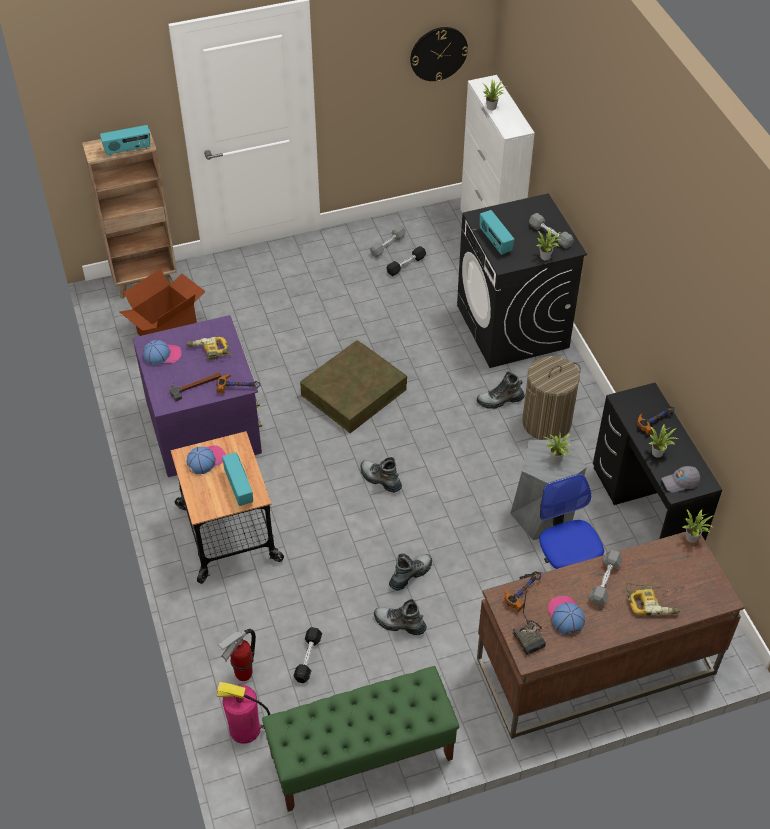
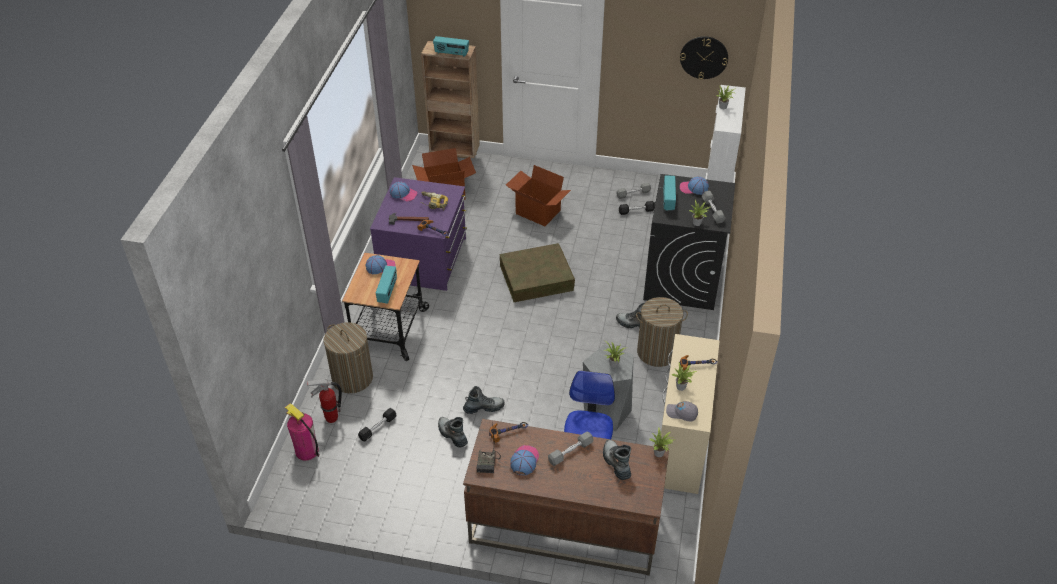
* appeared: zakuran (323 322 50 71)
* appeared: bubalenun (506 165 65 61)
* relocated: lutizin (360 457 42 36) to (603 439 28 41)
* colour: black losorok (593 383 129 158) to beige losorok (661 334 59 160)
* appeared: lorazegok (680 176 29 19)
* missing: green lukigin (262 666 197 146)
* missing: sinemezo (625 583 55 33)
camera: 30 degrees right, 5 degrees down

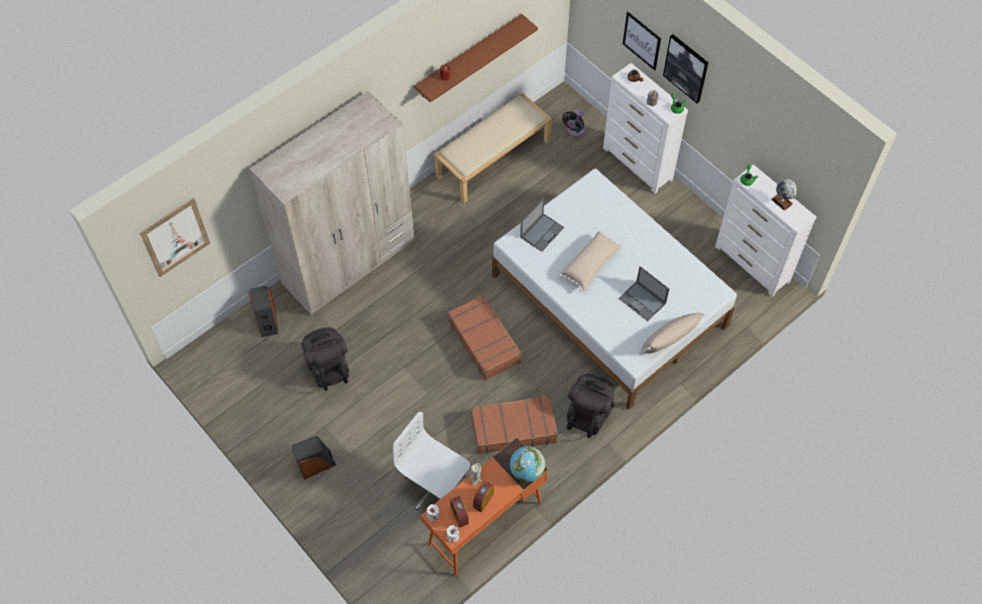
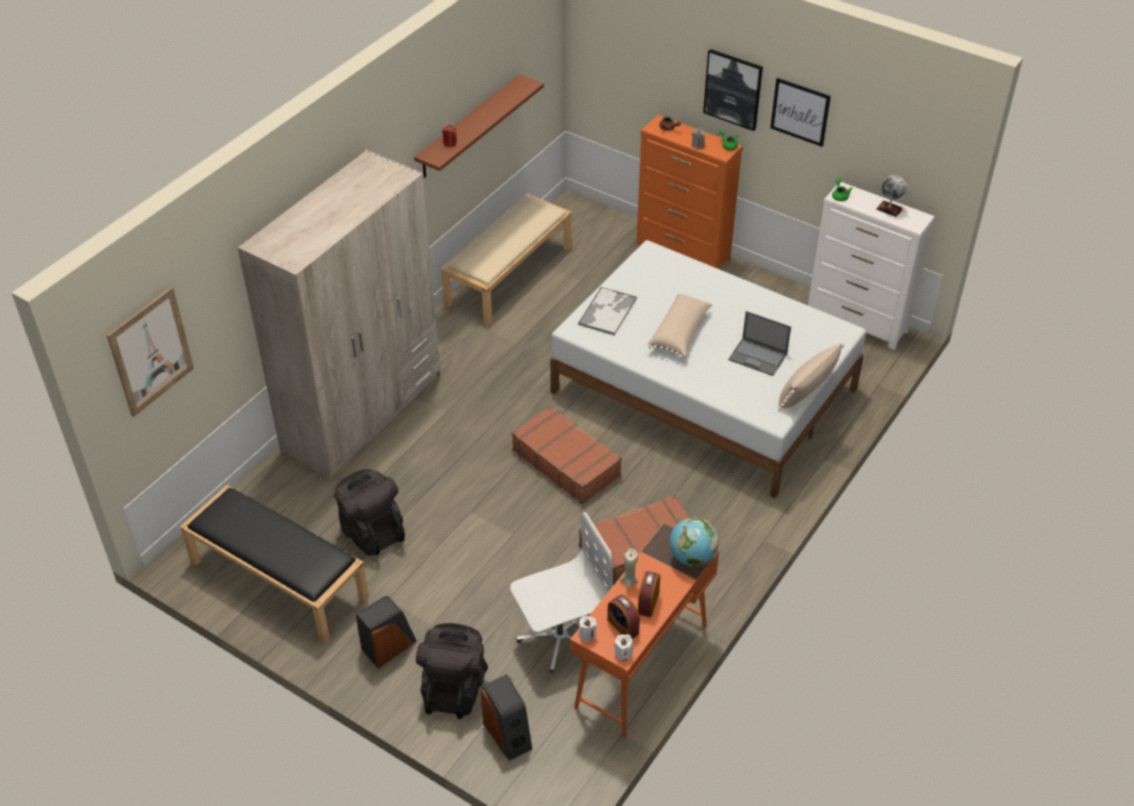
* appeared: black lukigin (180 485 189 158)
* relocated: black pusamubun (567 374 48 64) to (416 623 72 96)
* relocated: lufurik (249 285 29 52) to (481 674 51 87)
* spun: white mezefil (392 412 78 98) = (510 512 103 161) 135 degrees clockwise
* exchanged: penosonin (520 198 44 54) to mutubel (578 286 59 50)
* colour: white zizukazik (603 63 85 131) to orange zizukazik (636 115 107 154)
* relocated: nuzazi (623 12 38 58) to (770 78 61 69)
* missing: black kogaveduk (562 109 23 27)
camera: 15 degrees left, 15 degrees down

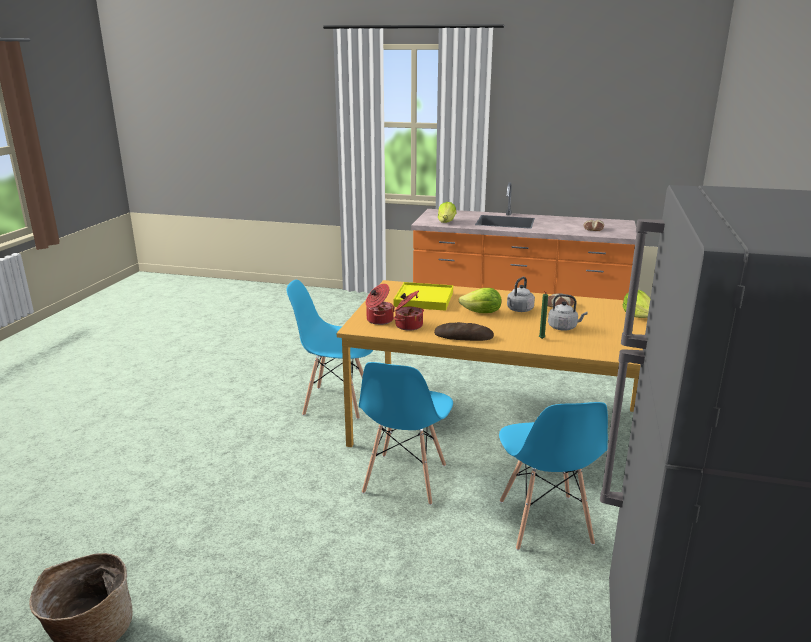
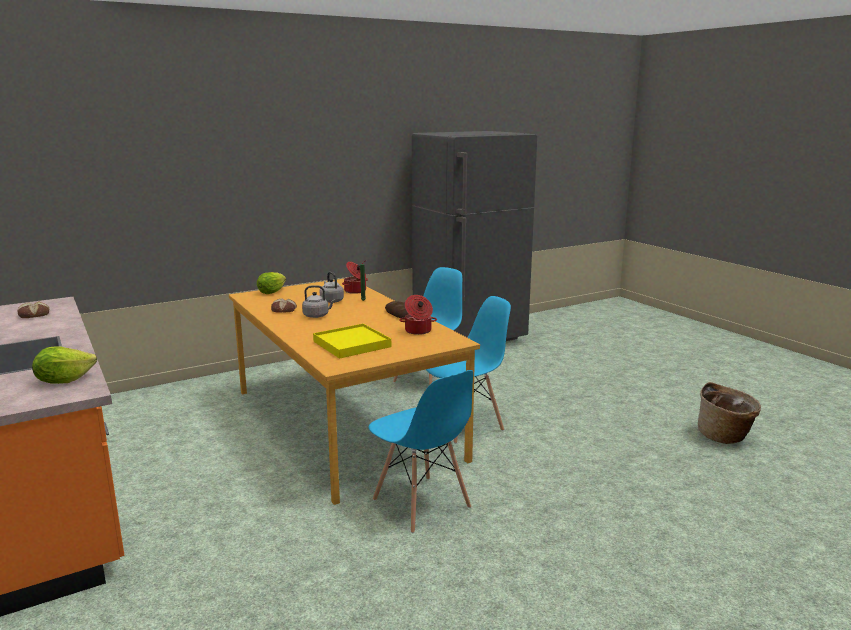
* relocated: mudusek (366 284 29 41) to (342 262 26 32)
* missing: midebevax (459 288 43 25)
camera: 135 degrees left, 5 degrees down

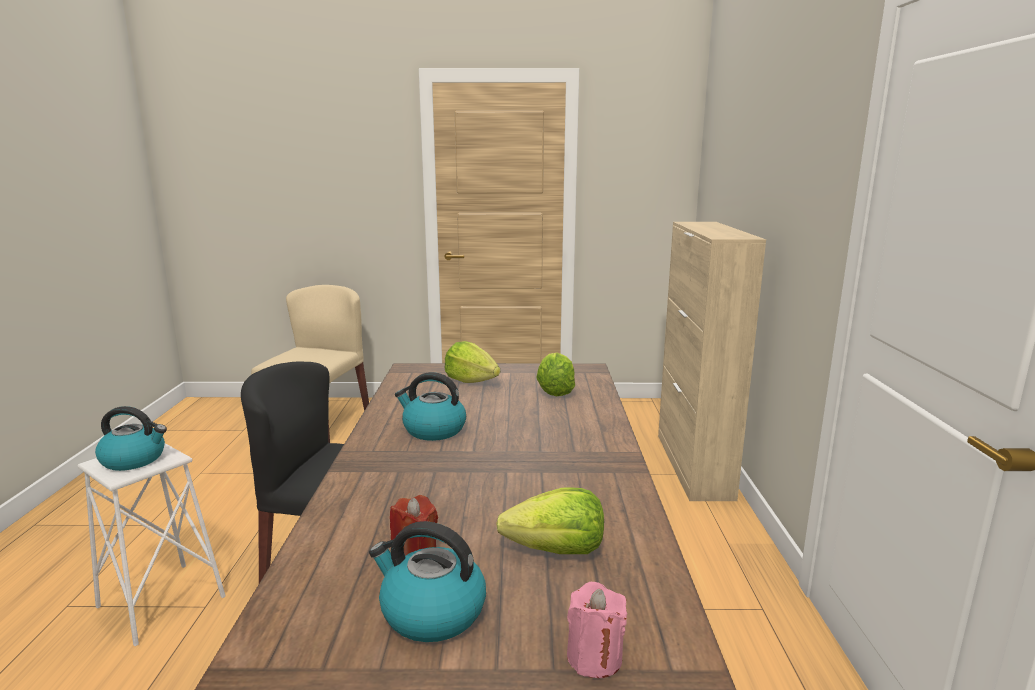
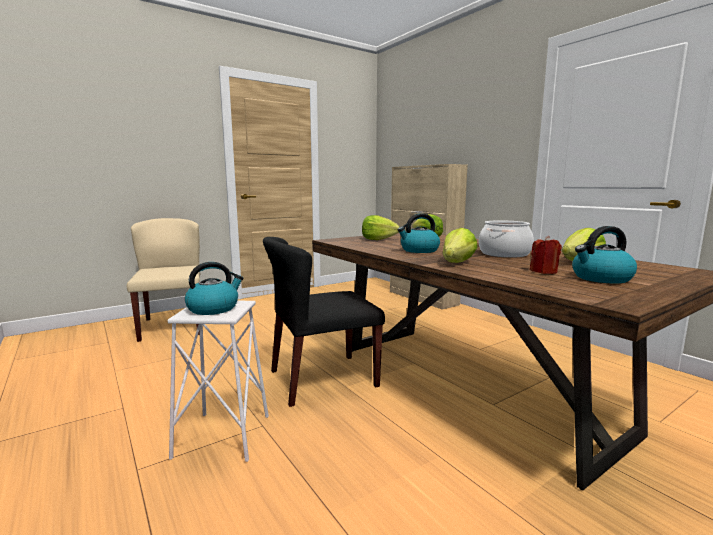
* appeared: midebevax (443 228 35 35)
* appeared: mudusek (479 220 55 38)
* missing: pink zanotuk (567 582 60 96)
camera: 35 degrees left, 5 degrees down

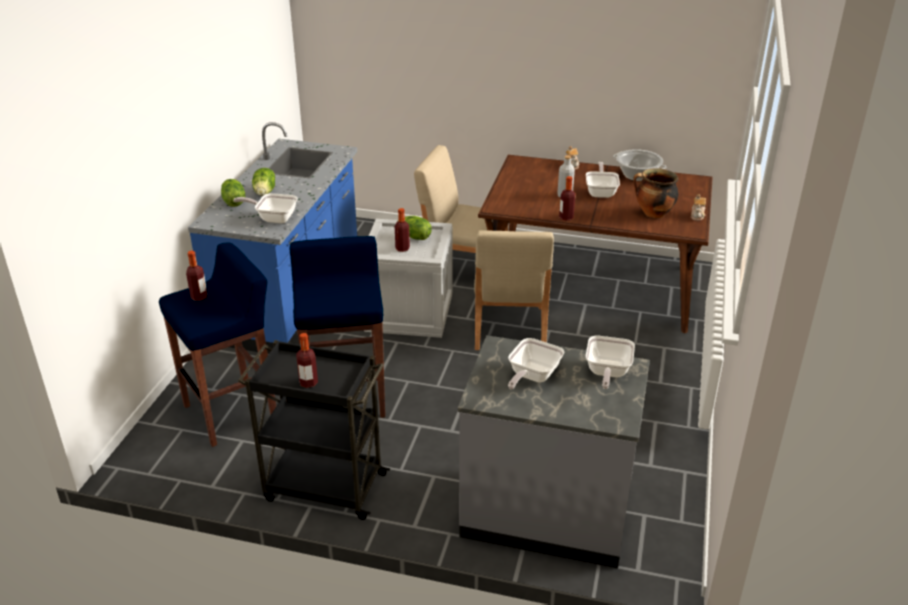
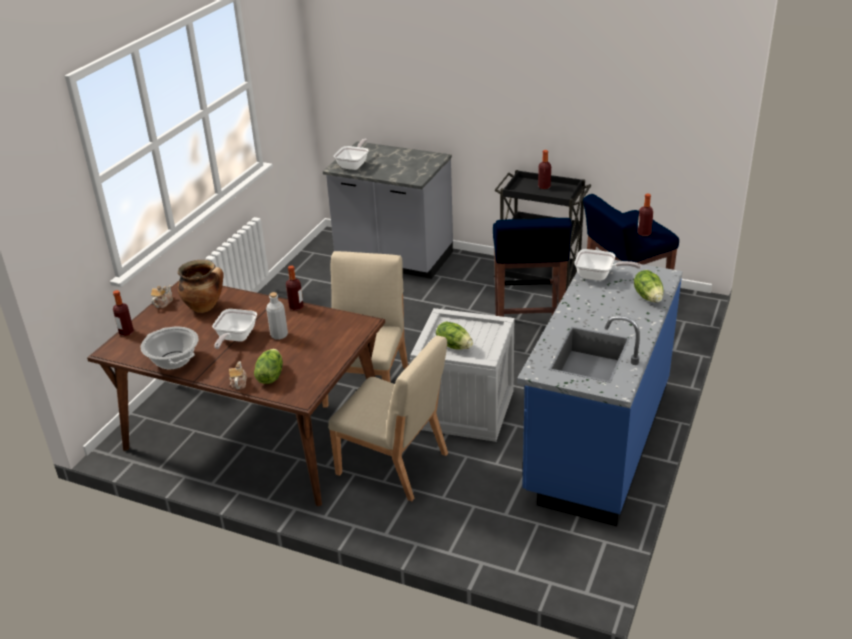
* relocated: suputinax (395 208 15 44) to (113 290 21 46)
* relocated: midebevax (252 168 23 28) to (254 349 29 35)
* missing: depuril (508 338 56 52)
camera: 170 degrees left, 0 degrees up

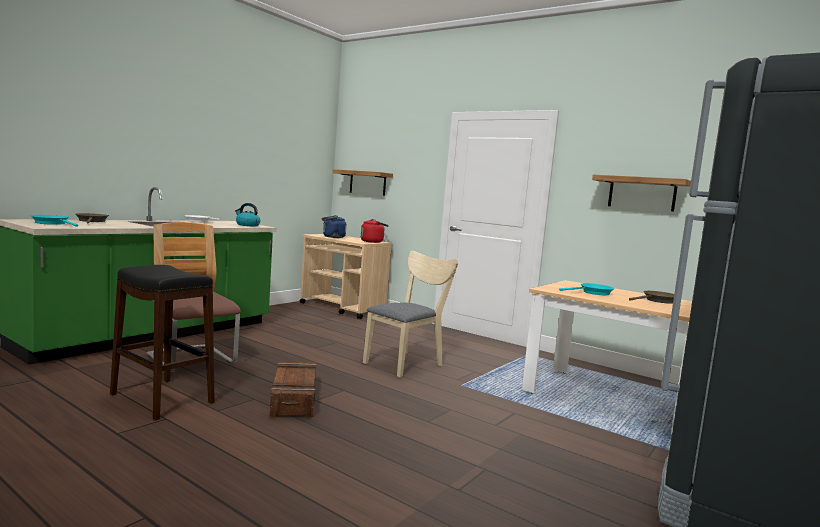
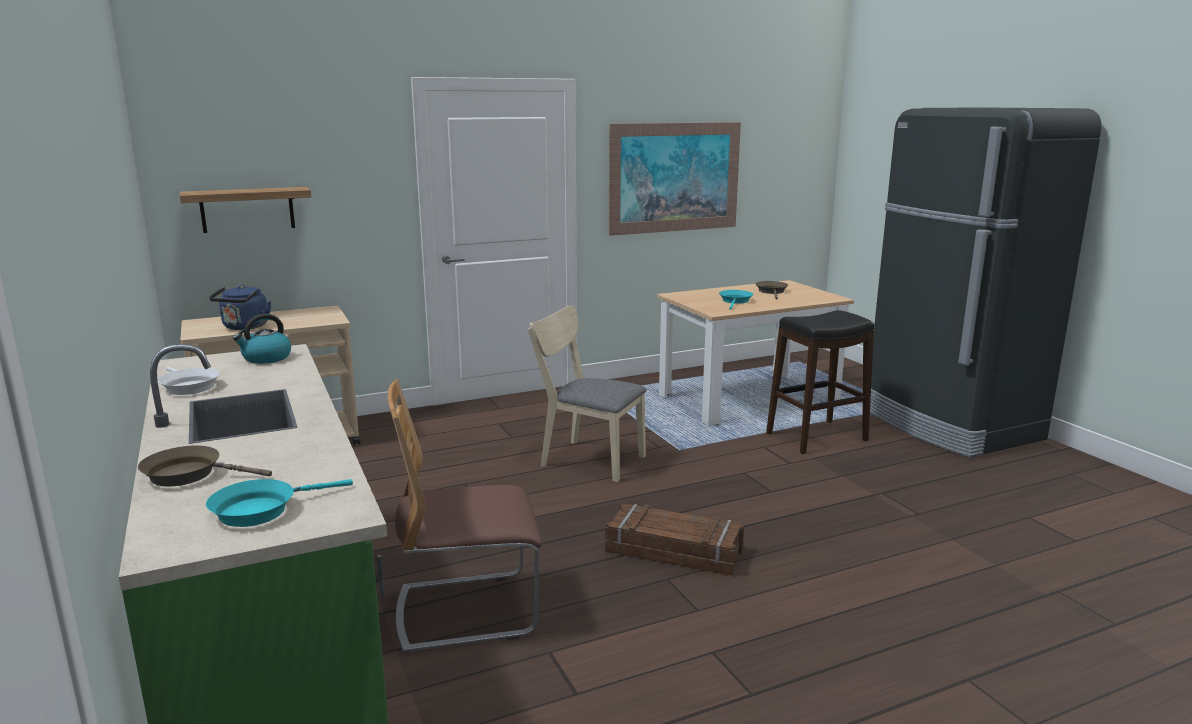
* spun: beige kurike (363 251 95 126) = (528 305 118 177) 45 degrees counterclockwise
* exchanged: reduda (592 175 99 36) to nuzazi (609 122 132 114)
* relocated: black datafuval (110 265 105 155) to (766 310 108 144)
* missing: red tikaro (360 219 29 24)
camera: 60 degrees left, 10 degrees up

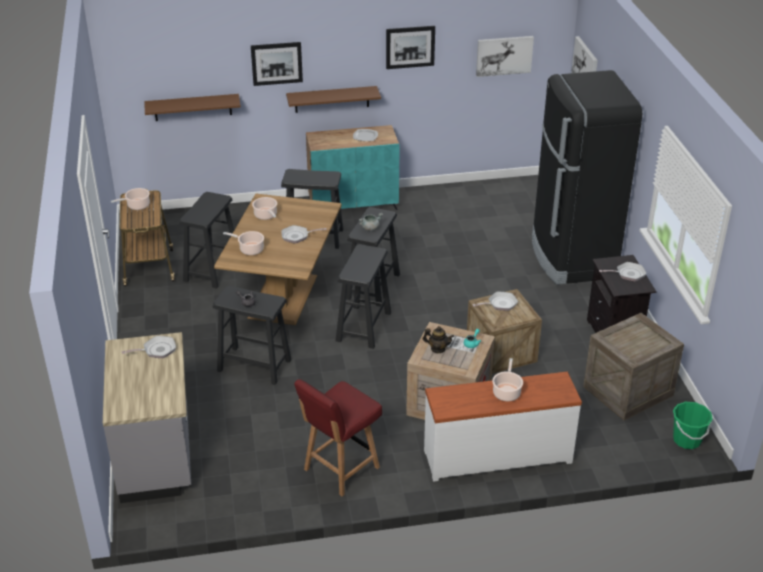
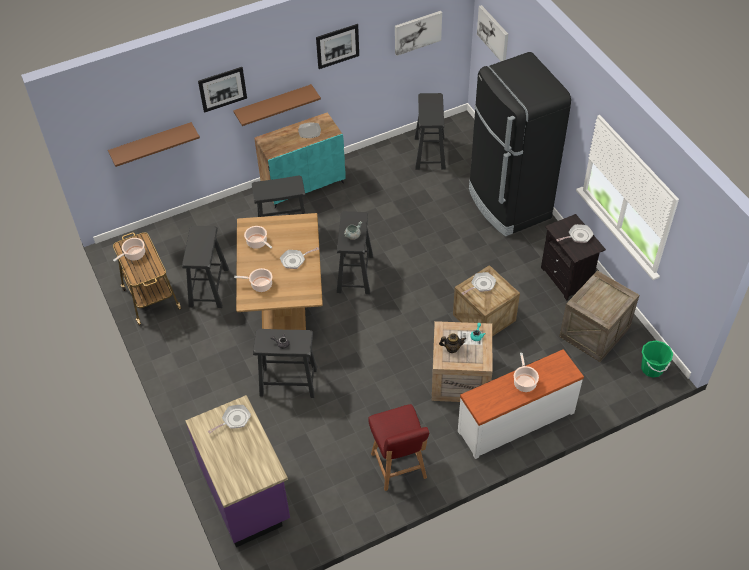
* colour: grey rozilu (103 332 88 171) to purple rozilu (185 395 105 152)
* spun: red kurike (294 379 88 117) = (368 404 61 87) 45 degrees counterclockwise
* relocated: black datafuval (335 244 56 105) to (415 93 31 77)
camera: 15 degrees left, 15 degrees up

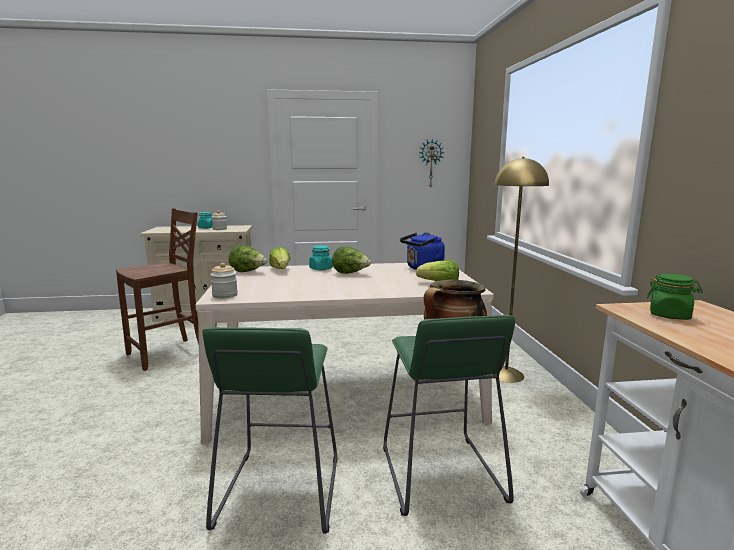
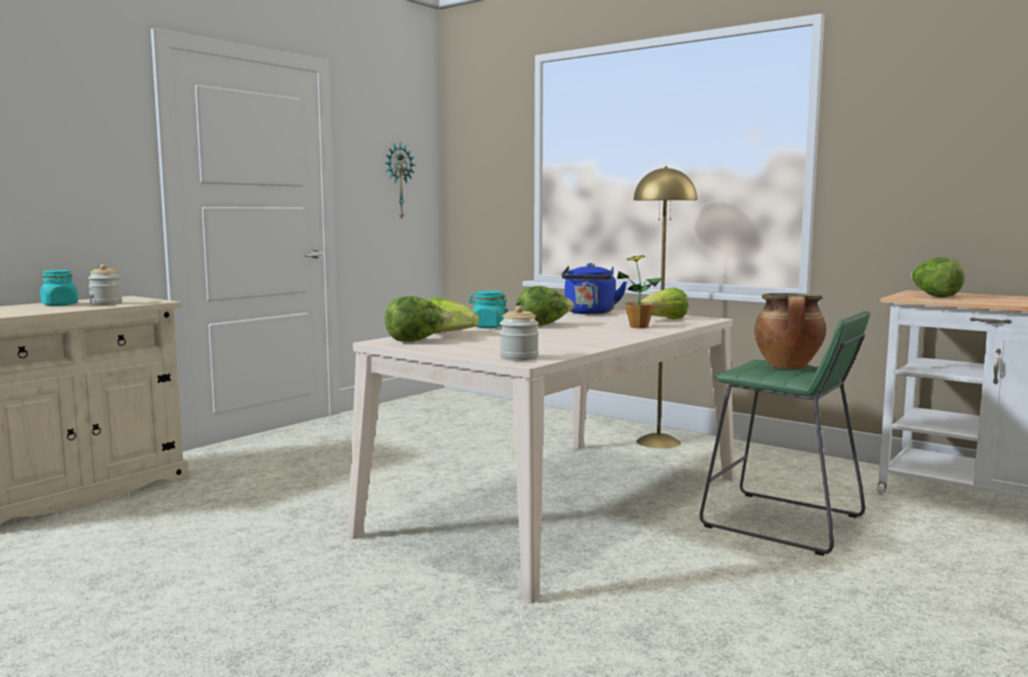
* appeared: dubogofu (617 255 45 73)
* exchanged: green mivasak (646 274 57 46) to midebevax (910 257 55 41)
* missing: brown kurike (116 208 83 163)
* missing: green datafuval (202 327 135 207)
camera: 45 degrees left, 5 degrees down

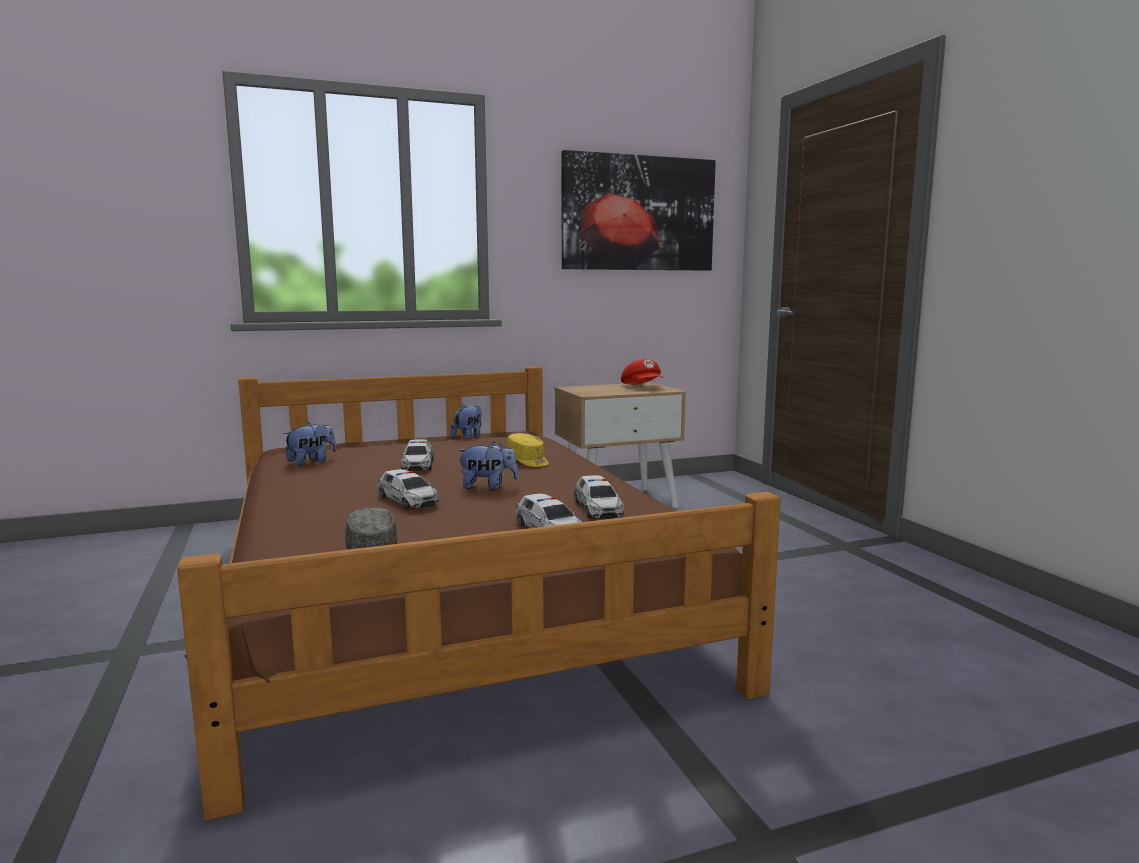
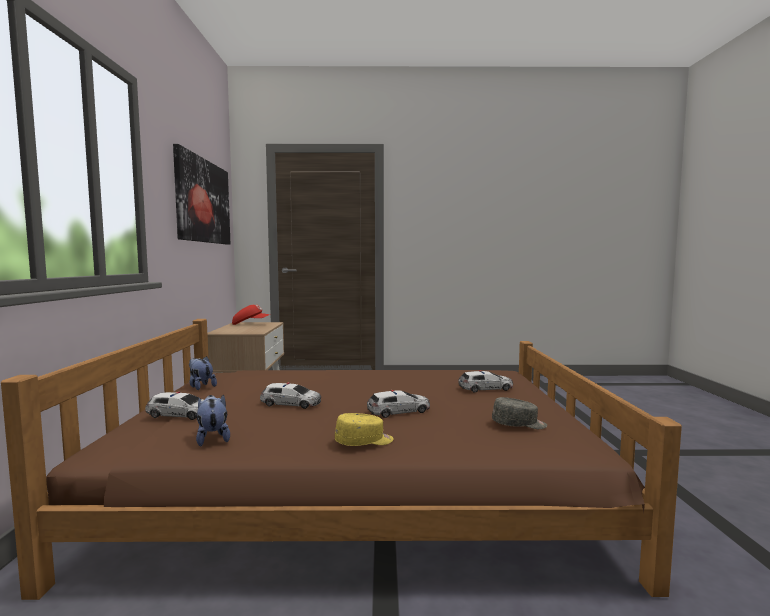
* relocated: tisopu (574 475 50 44) to (145 391 59 29)
* relocated: yellow lorazegok (506 433 43 34) to (335 413 58 33)
* missing: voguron (457 441 62 49)
camera: 70 degrees left, 5 degrees down

